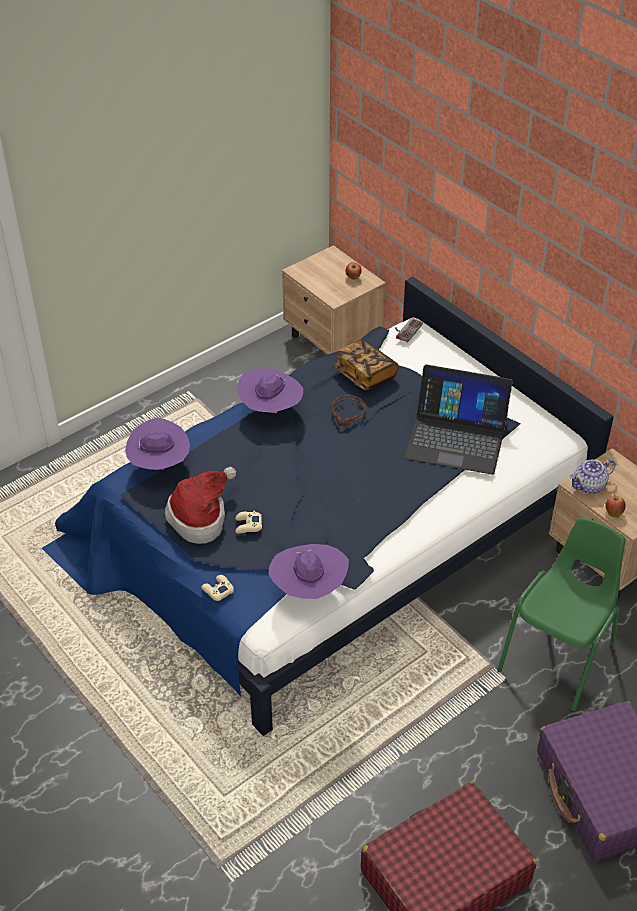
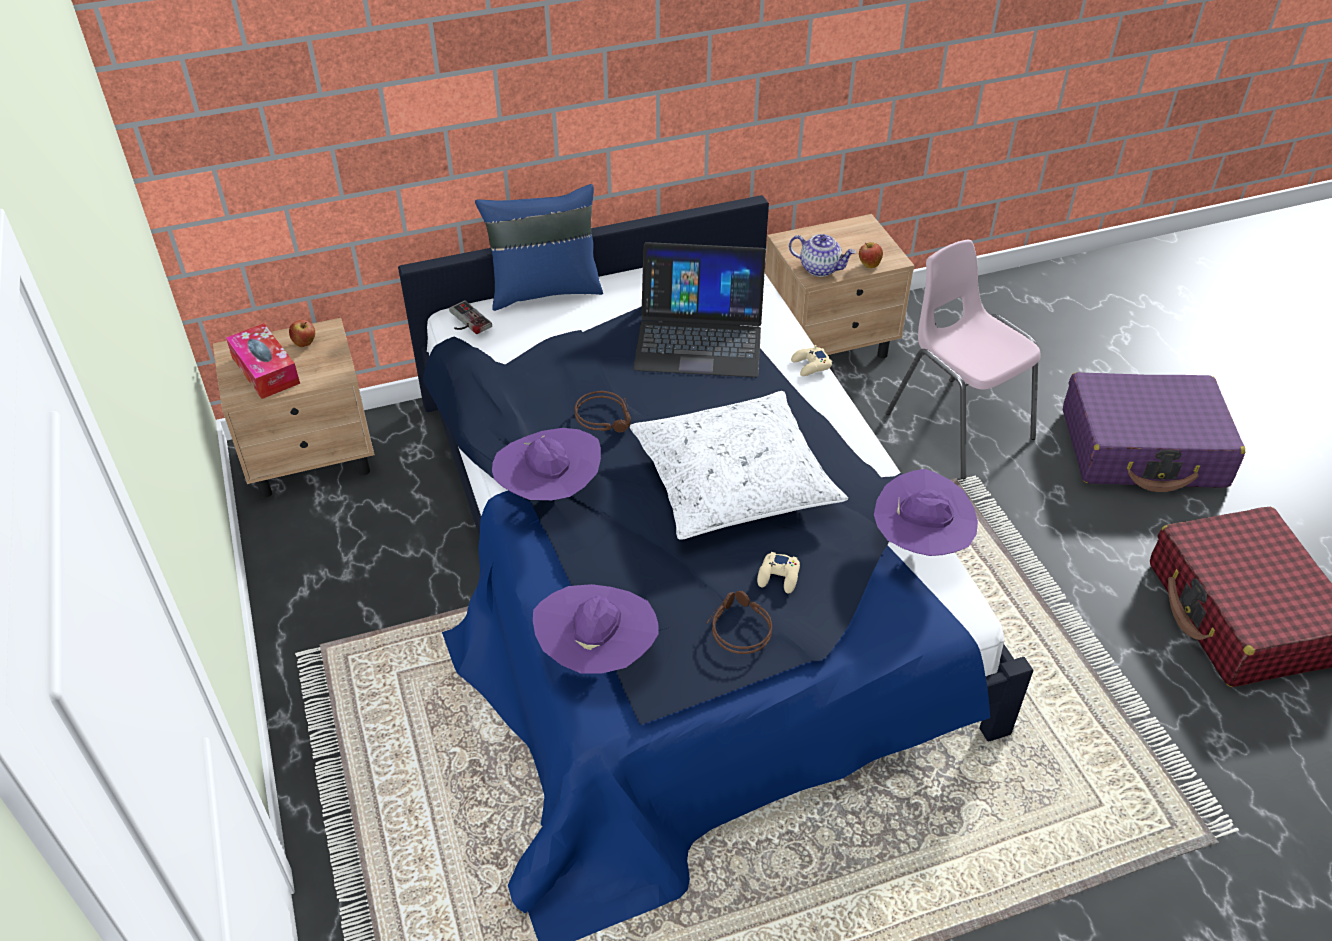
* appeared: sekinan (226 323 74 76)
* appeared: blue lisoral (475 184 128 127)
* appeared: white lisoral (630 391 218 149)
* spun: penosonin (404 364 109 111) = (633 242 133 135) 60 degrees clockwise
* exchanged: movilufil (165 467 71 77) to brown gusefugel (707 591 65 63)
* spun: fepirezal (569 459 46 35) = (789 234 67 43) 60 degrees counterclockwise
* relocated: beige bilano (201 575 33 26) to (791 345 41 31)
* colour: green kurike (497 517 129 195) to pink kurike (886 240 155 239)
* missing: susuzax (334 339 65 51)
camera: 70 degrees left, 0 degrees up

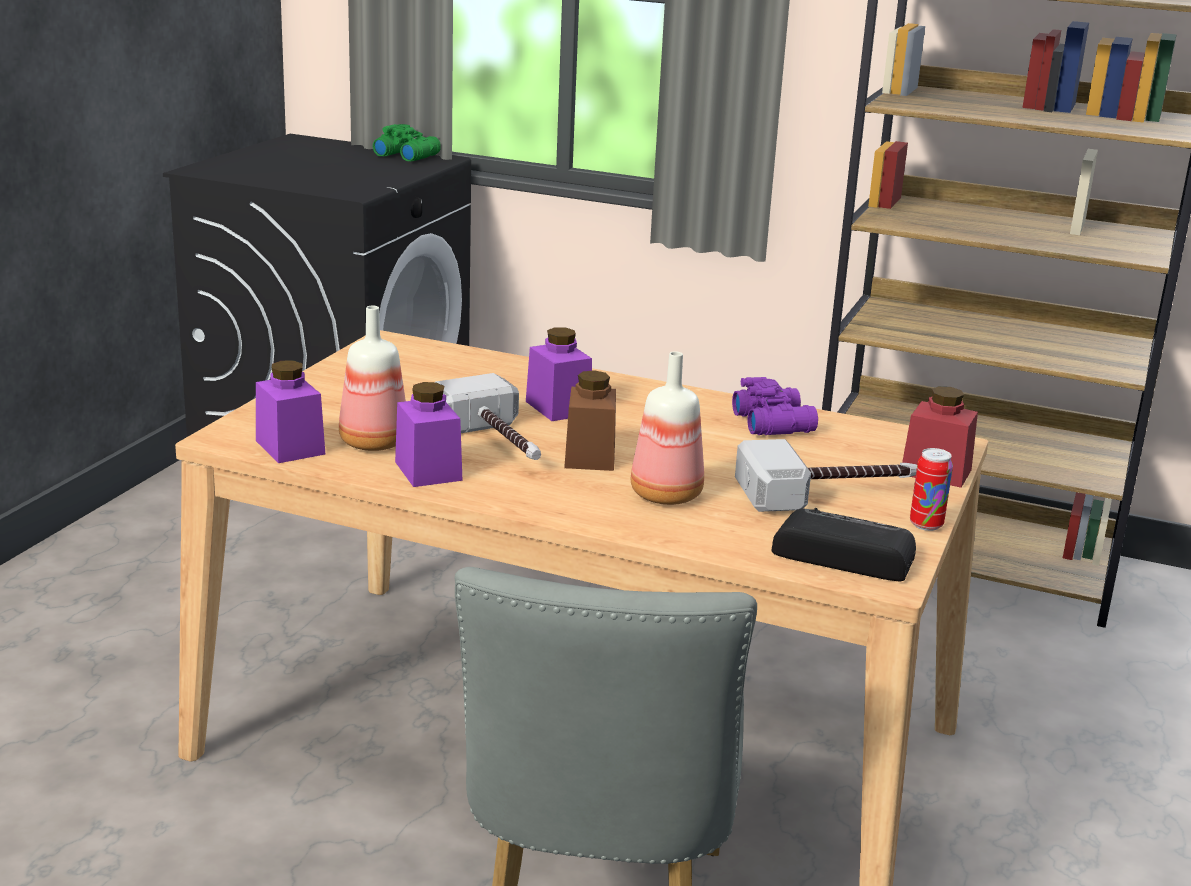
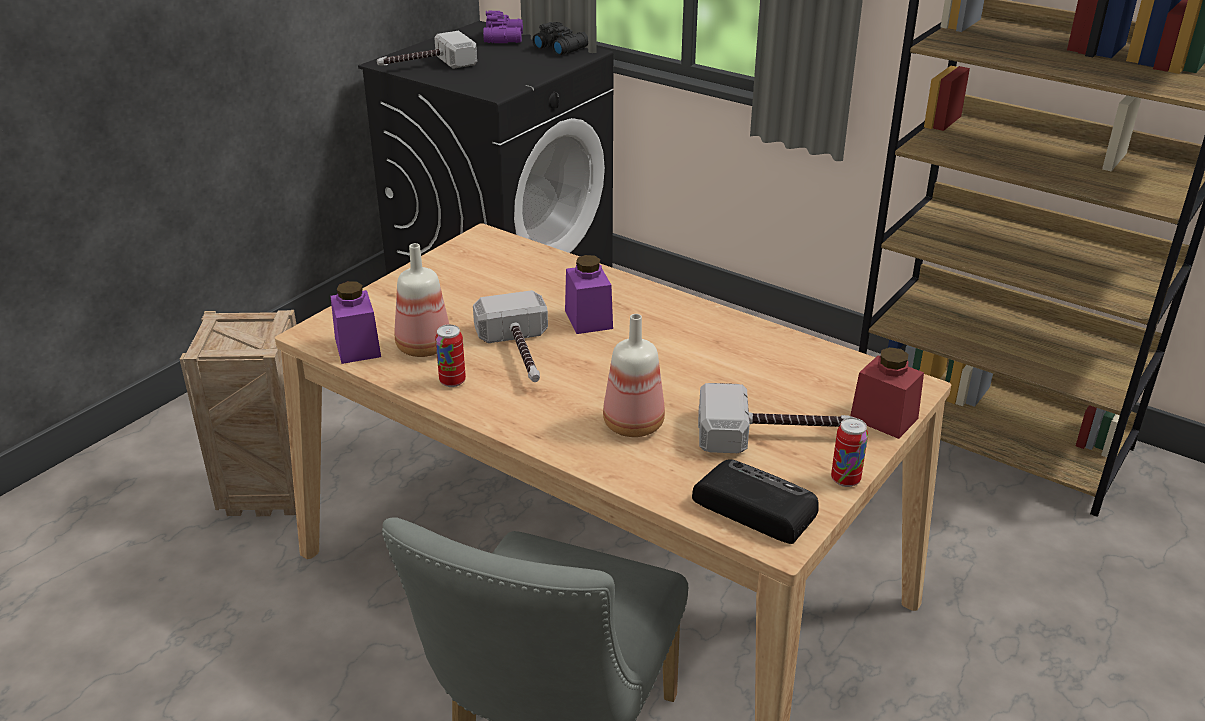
* appeared: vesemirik (179 310 117 206)
* appeared: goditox (377 31 100 38)
* exchanged: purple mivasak (395 382 68 105) to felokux (435 324 31 63)
* relocated: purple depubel (732 377 86 58) to (483 10 40 33)
* colour: green depubel (373 124 68 37) to black depubel (532 22 56 33)
* missing: brown mivasak (564 370 52 101)
camera: 15 degrees right, 10 degrees up

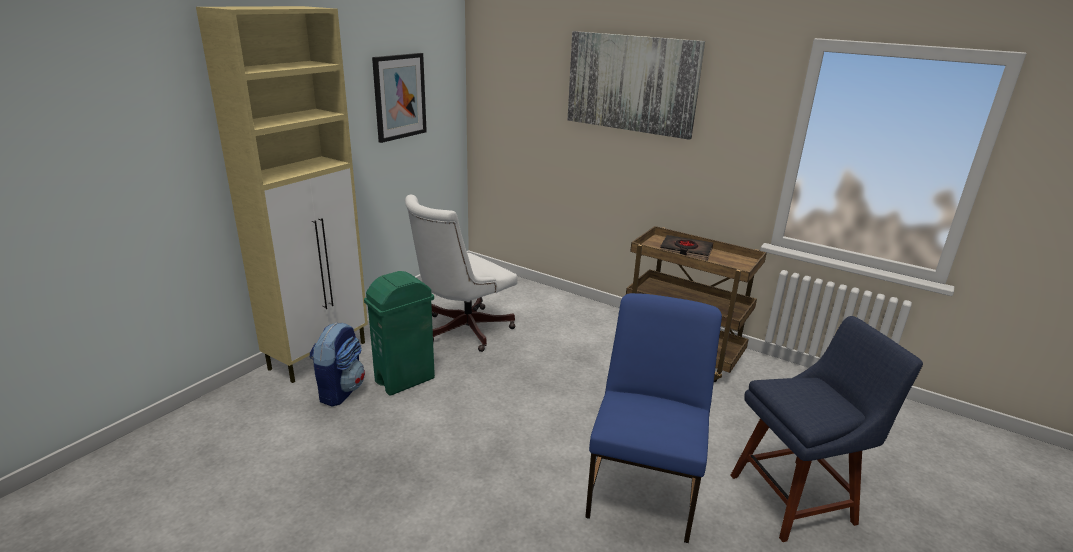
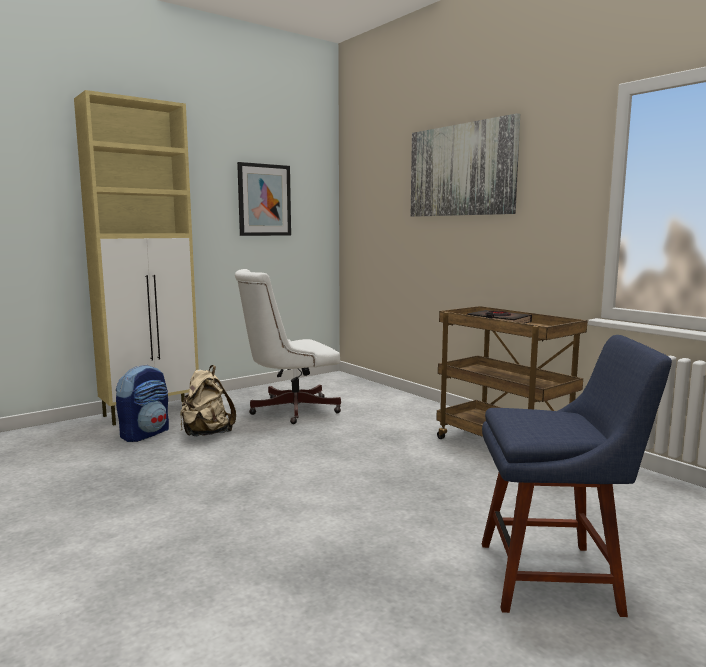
* exchanged: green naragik (364 271 71 125) to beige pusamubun (180 365 56 71)
* missing: blue kurike (585 293 137 250)
camera: 20 degrees right, 15 degrees down

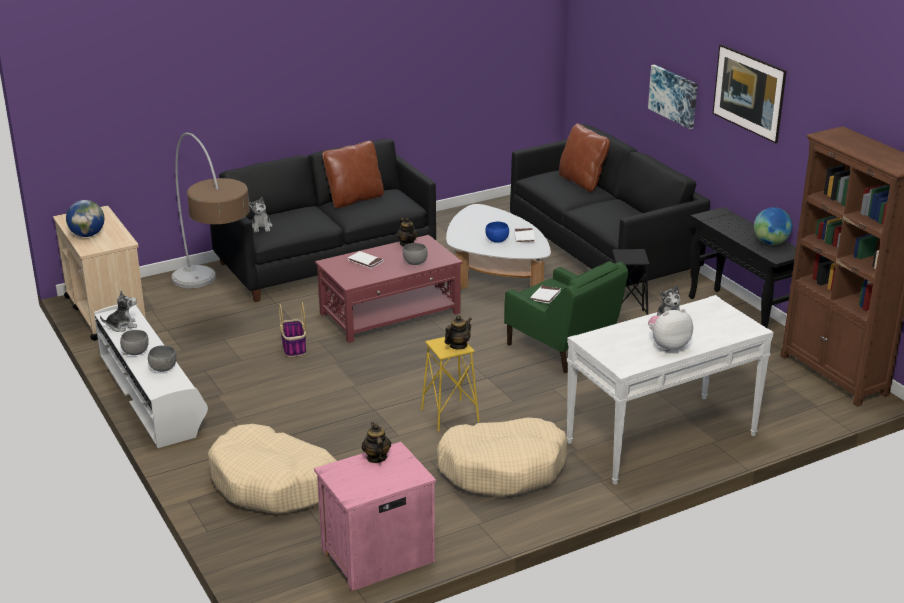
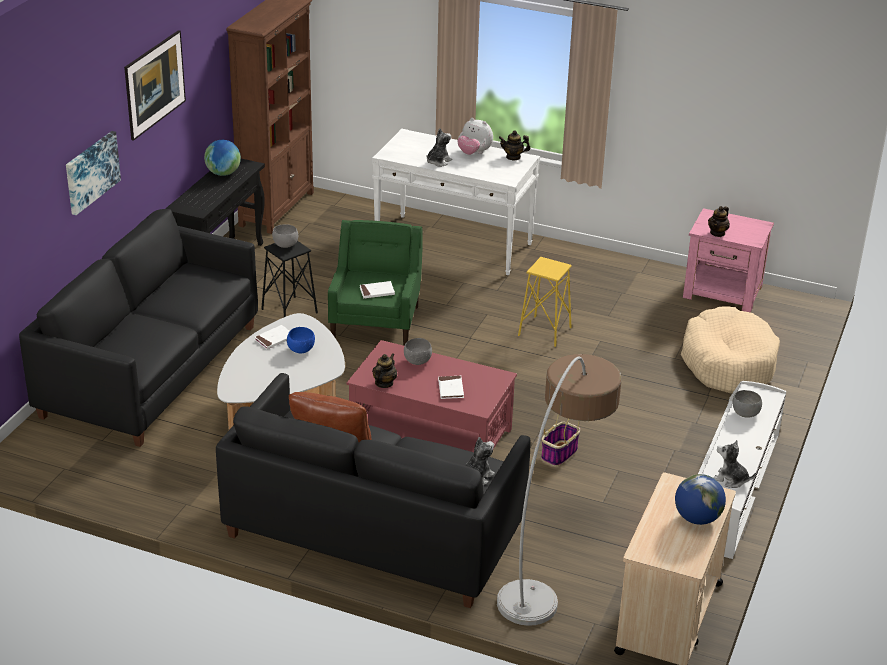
* relocated: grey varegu (120 330 29 25) to (272 224 26 24)
* relocated: fepirezal (445 315 27 35) to (499 130 31 30)
* missing: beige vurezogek (437 417 130 80)
* missing: brown lisoral (559 123 51 69)
camera: 130 degrees left, 5 degrees up

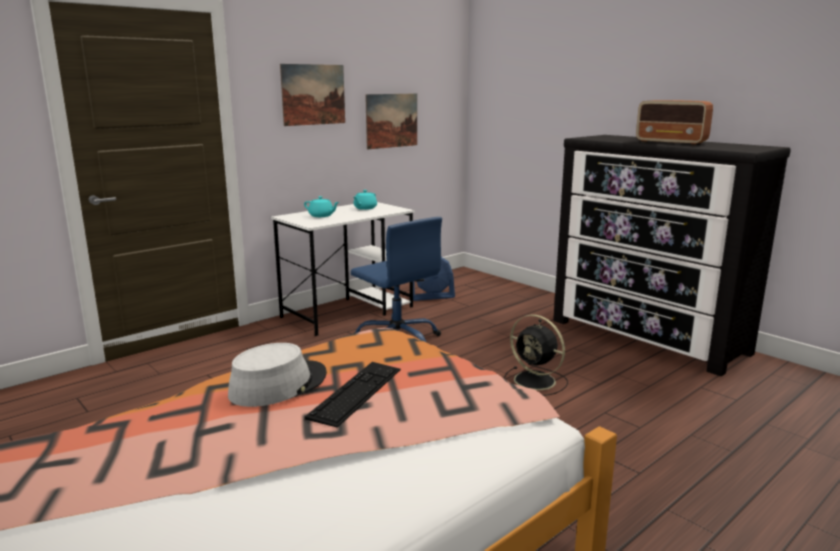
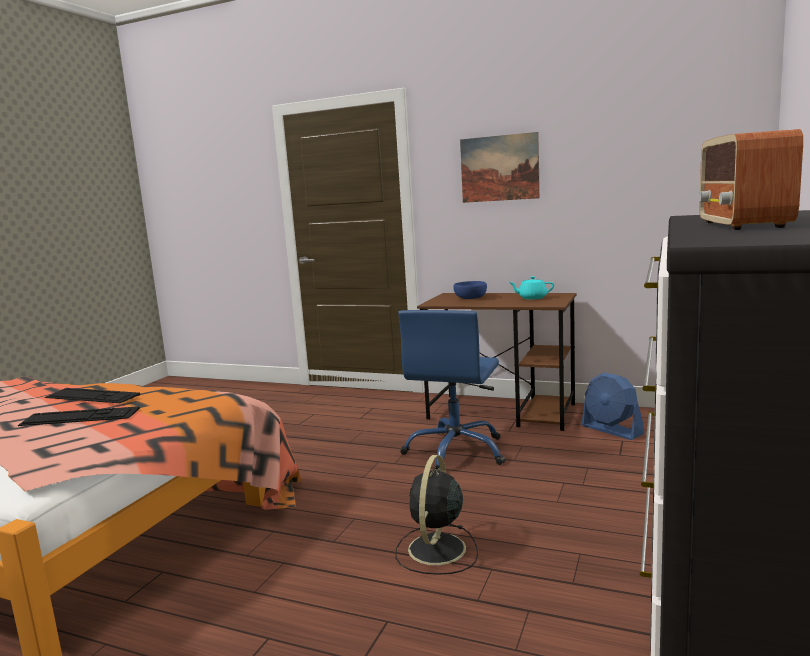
* exchanged: grey movilufil (228 343 99 64) to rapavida (45 388 95 15)
* colour: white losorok (271 202 144 134) to brown losorok (417 293 159 138)
* exchanged: turquoise fepirezal (304 196 35 21) to blue varegu (453 281 34 18)
* missing: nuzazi (365 93 52 56)
camera: 65 degrees right, 5 degrees down

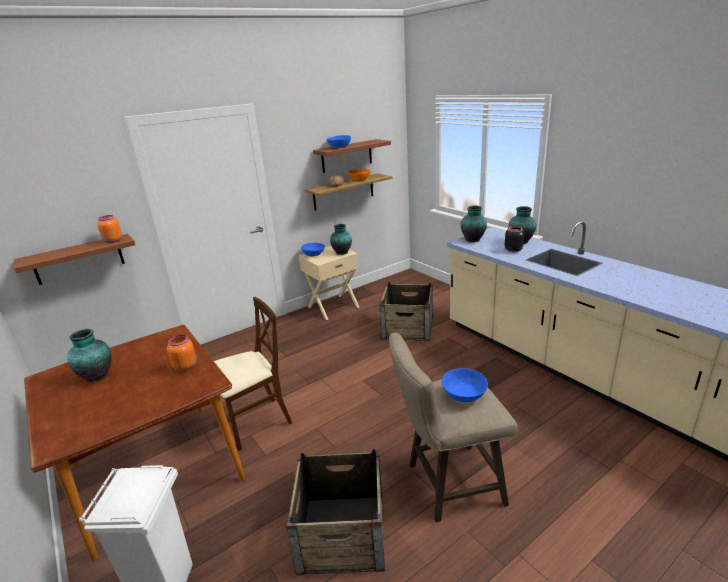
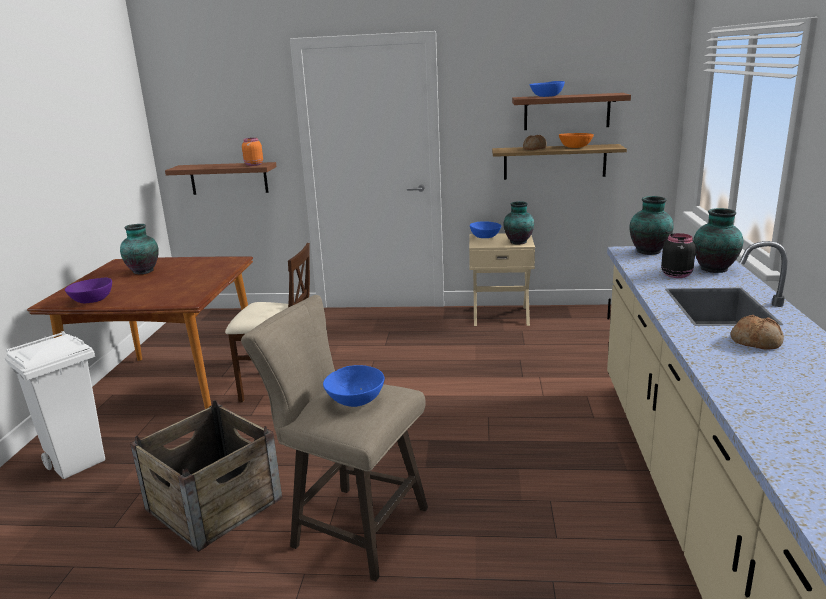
* appeared: purple varegu (65 277 47 26)
* appeared: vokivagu (731 315 53 35)
* missing: orange mivasak (167 335 29 36)
* missing: vesemirik (379 282 54 59)
camera: 40 degrees right, 5 degrees down

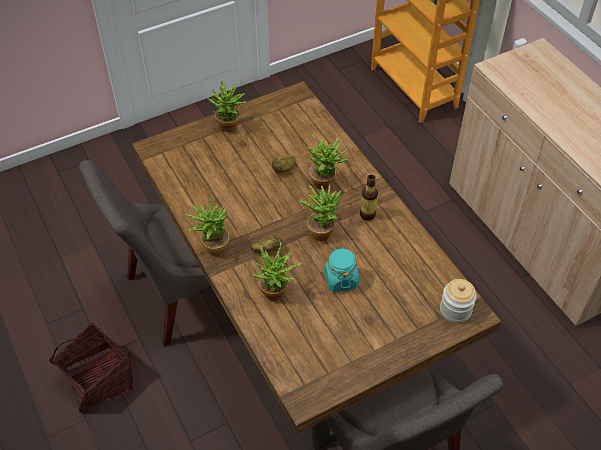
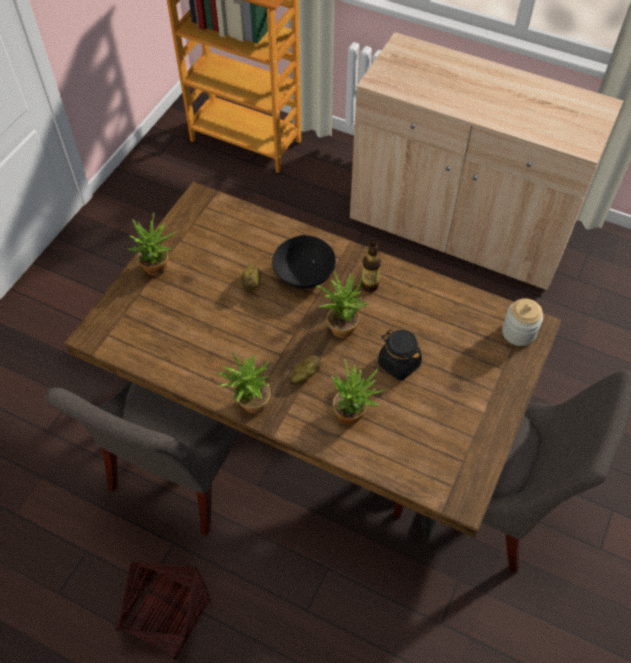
* exchanged: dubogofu (307 135 43 55) to black varegu (272 235 64 54)
* colour: turquoise mivasak (324 247 35 45) to black mivasak (378 330 44 50)
camera: 35 degrees left, 5 degrees up

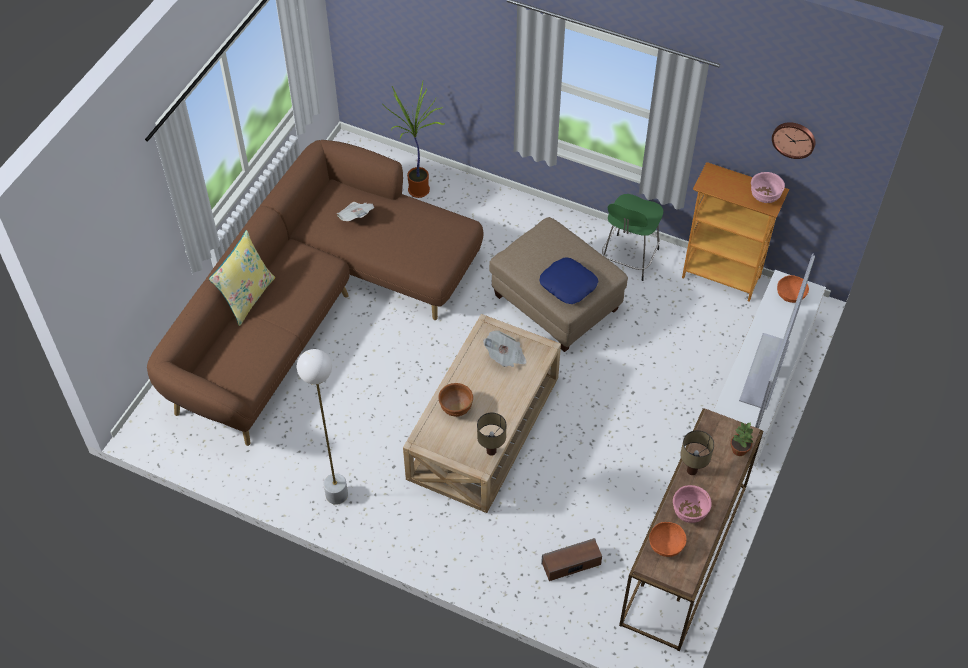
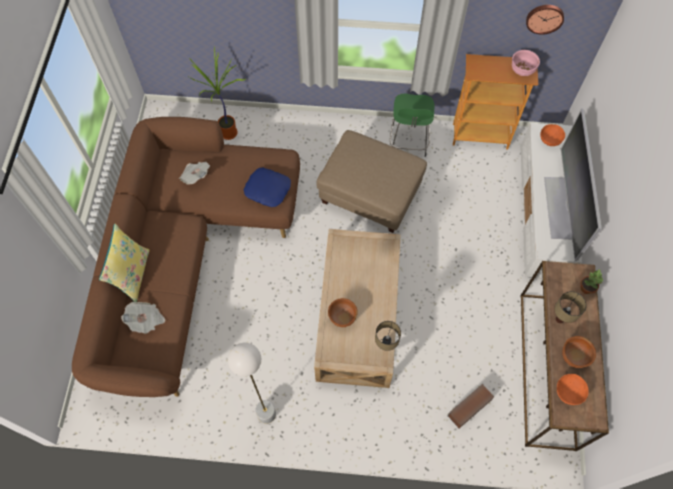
* relocated: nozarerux (483 330 44 37) to (121 302 44 32)
* relocated: blue lisoral (540 257 58 47) to (244 168 47 39)
* colour: pink varegu (673 485 39 38) to brown varegu (562 336 34 32)
camera: 20 degrees left, 10 degrees up

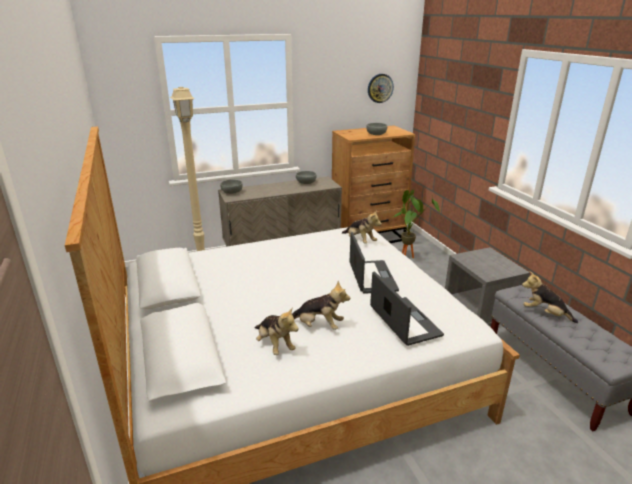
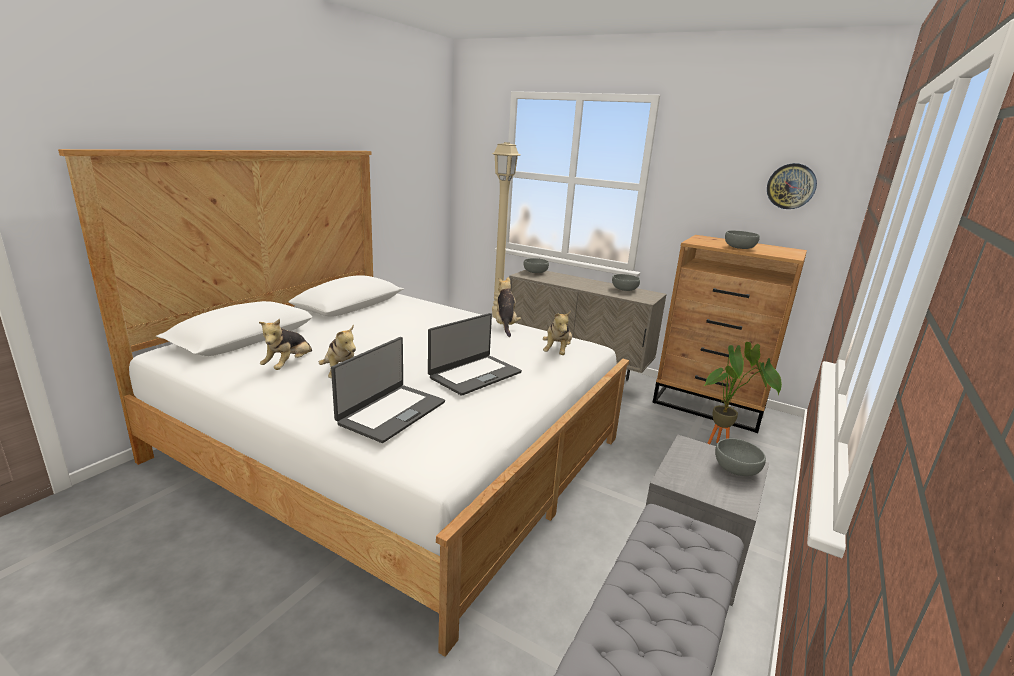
* relocated: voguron (522 271 56 52) to (495 277 26 60)
* appeared: grey varegu (715 438 51 38)
camera: 50 degrees right, 5 degrees down

